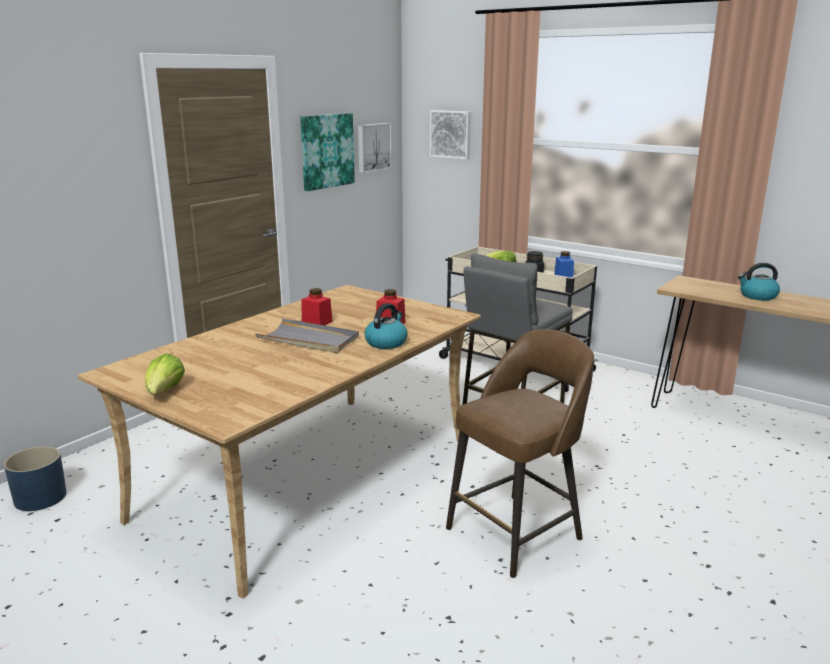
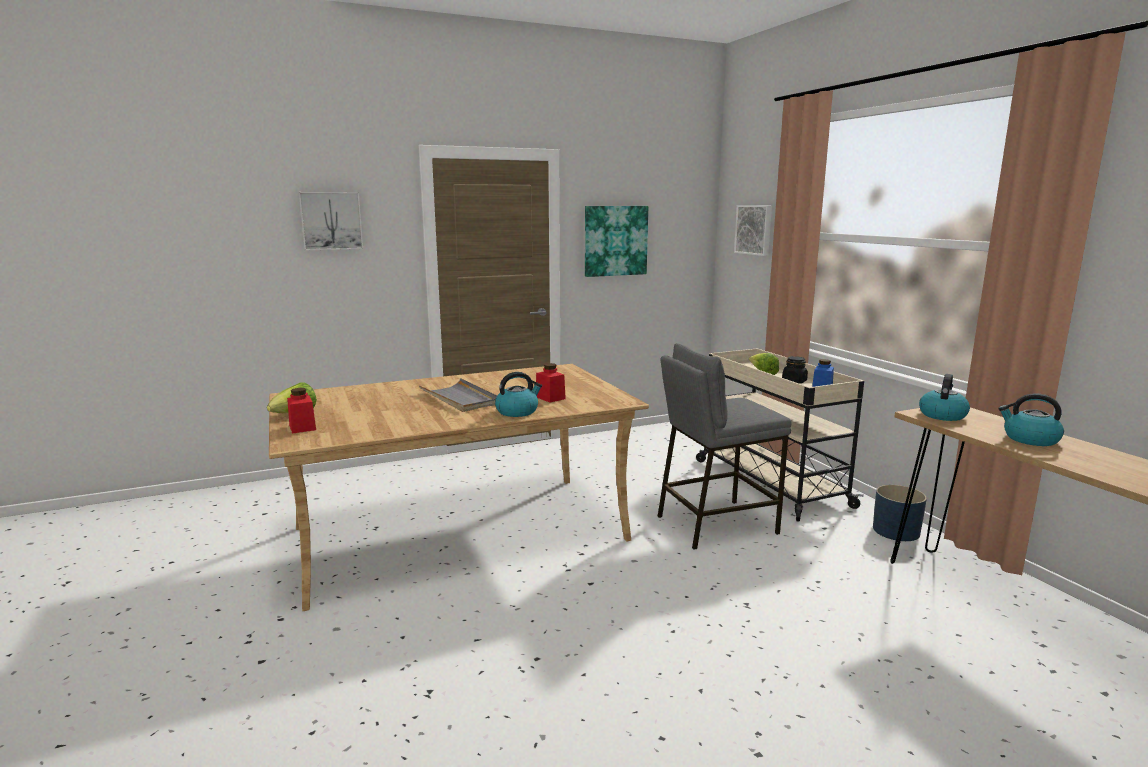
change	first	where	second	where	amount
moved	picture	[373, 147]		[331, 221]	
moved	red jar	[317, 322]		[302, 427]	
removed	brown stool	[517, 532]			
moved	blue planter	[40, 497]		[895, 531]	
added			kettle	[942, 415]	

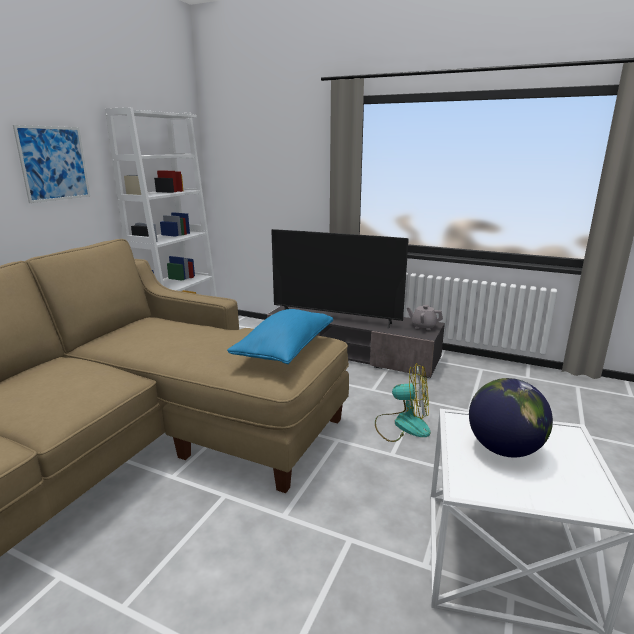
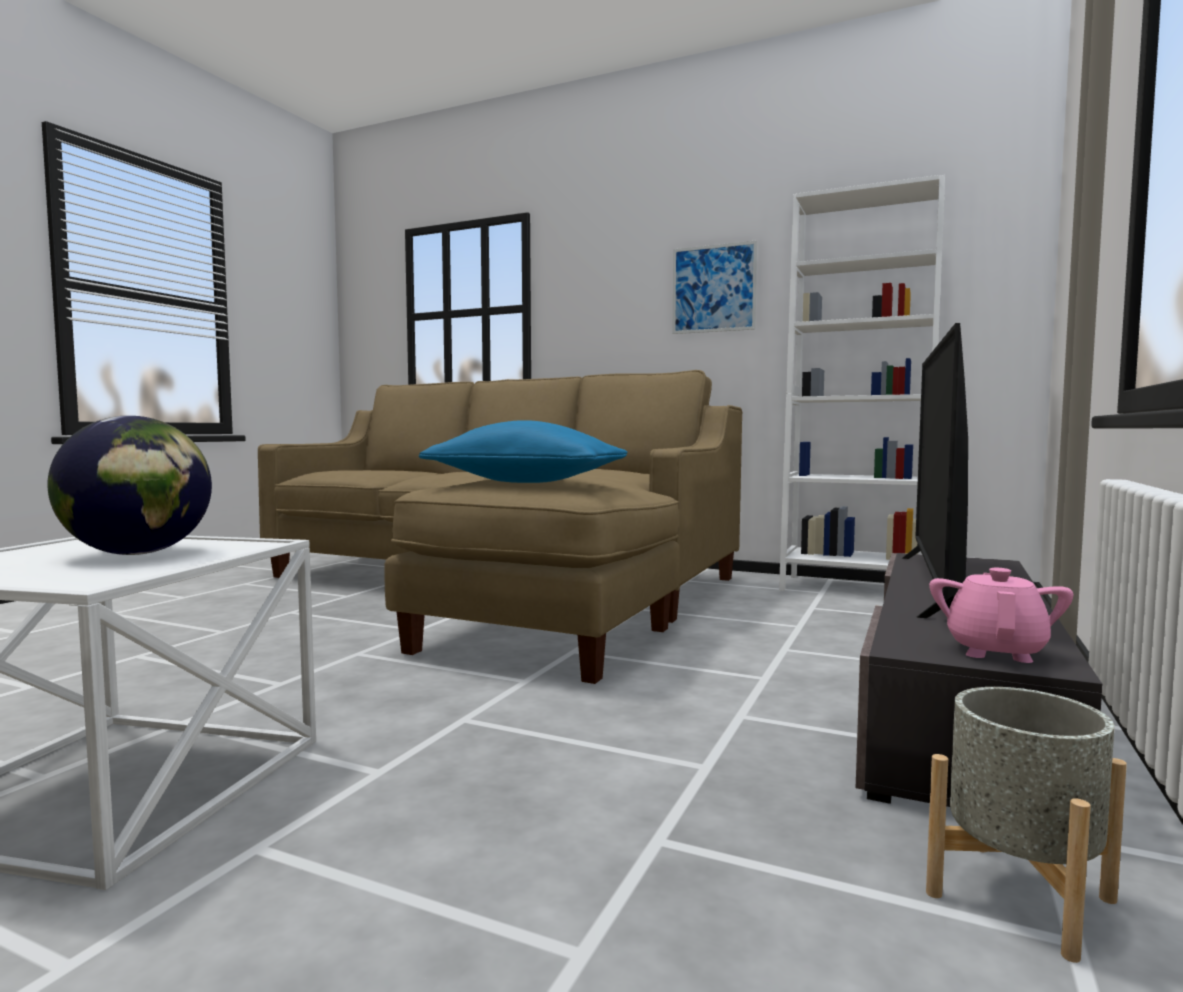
change	first	where	second	where	amount
recoloured	grey teapot	[423, 326]	pink teapot	[996, 651]	
removed	fan	[402, 425]			
added			grey planter	[1021, 896]	

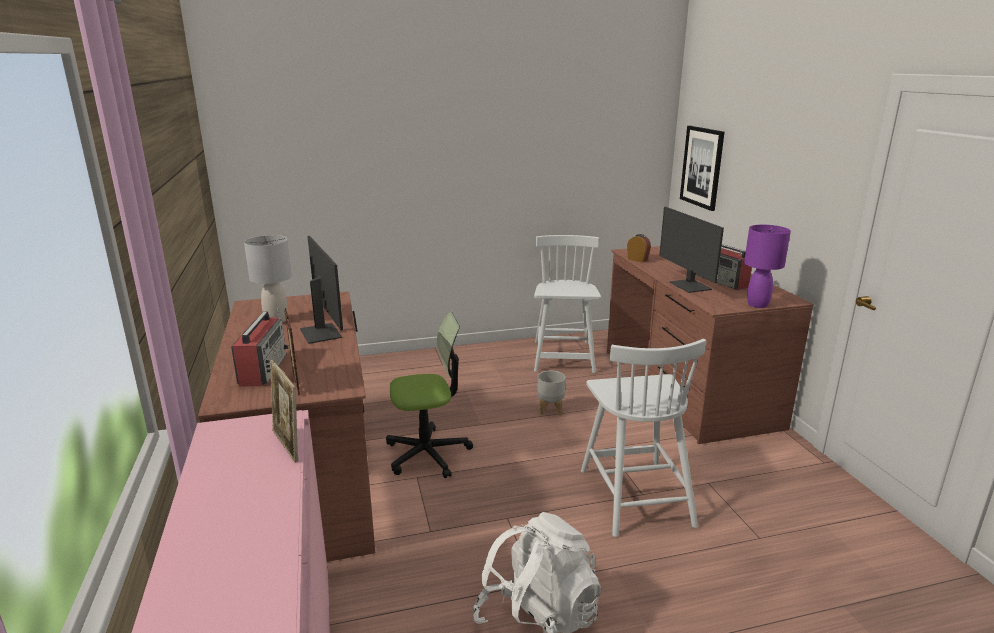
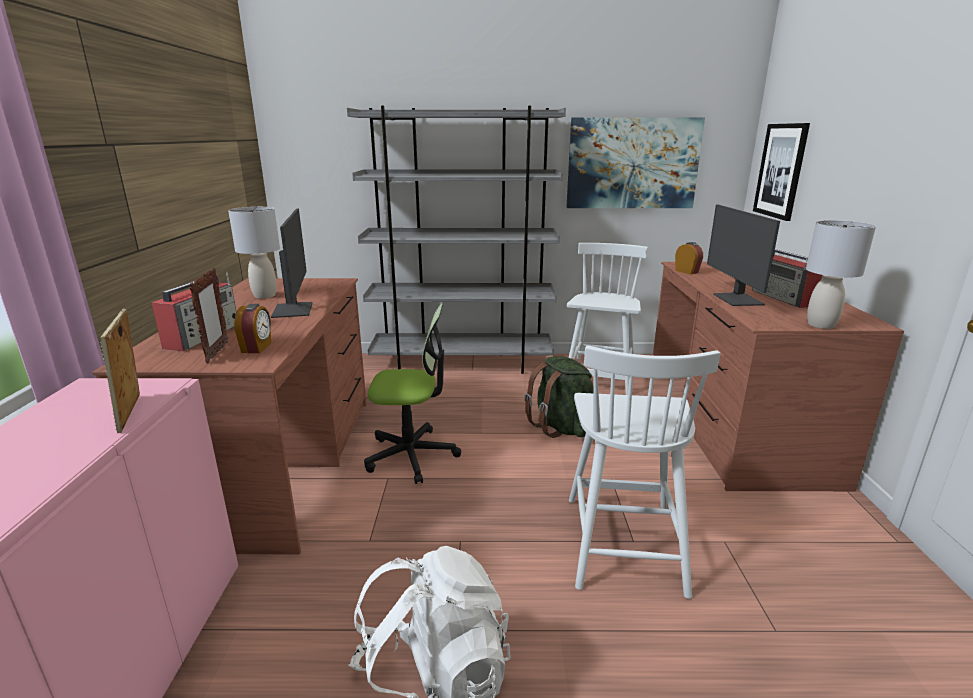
change	first	where	second	where	amount
recoloured	purple table lamp	[758, 304]	grey table lamp	[821, 325]	
replaced	grey planter	[549, 409]	green backpack	[562, 427]	
added			grey bookcase	[462, 363]	
added			picture	[632, 163]	
added			alarm clock	[257, 347]	

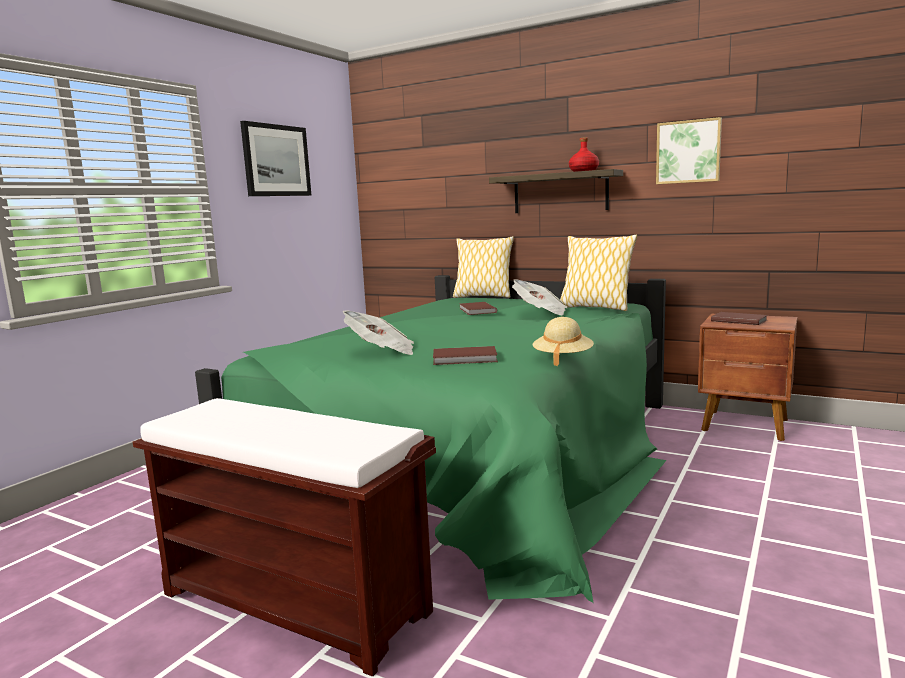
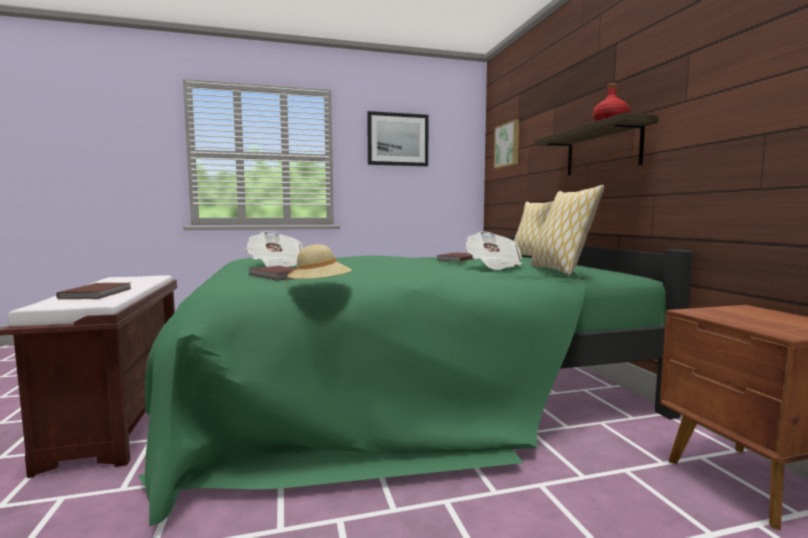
change	first	where	second	where	amount
moved	picture	[688, 152]		[508, 145]	
moved	brown book	[738, 320]		[99, 293]	

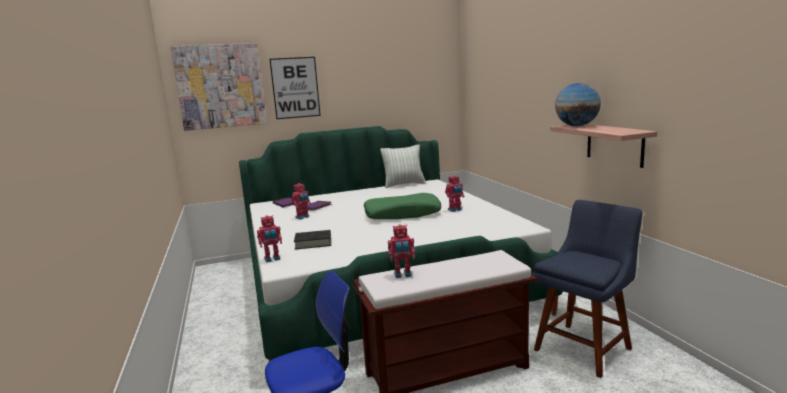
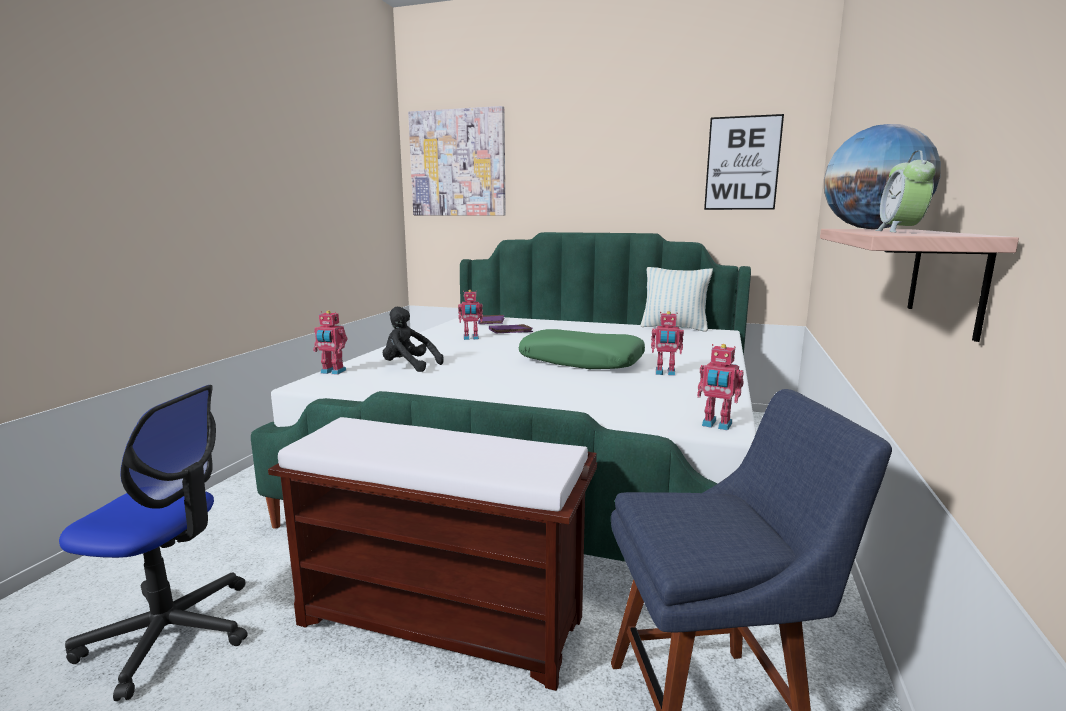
change	first	where	second	where	amount
moved	picture	[295, 88]		[742, 163]	
moved	toy robot	[403, 275]		[716, 425]	
replaced	black book	[313, 243]	black plush toy	[409, 366]	
added			alarm clock	[900, 231]	

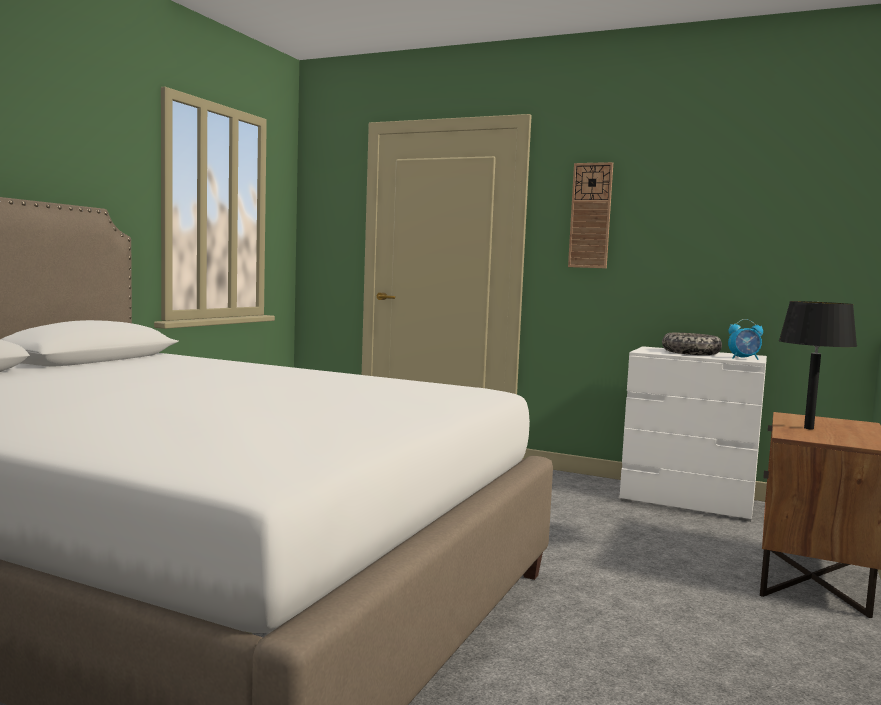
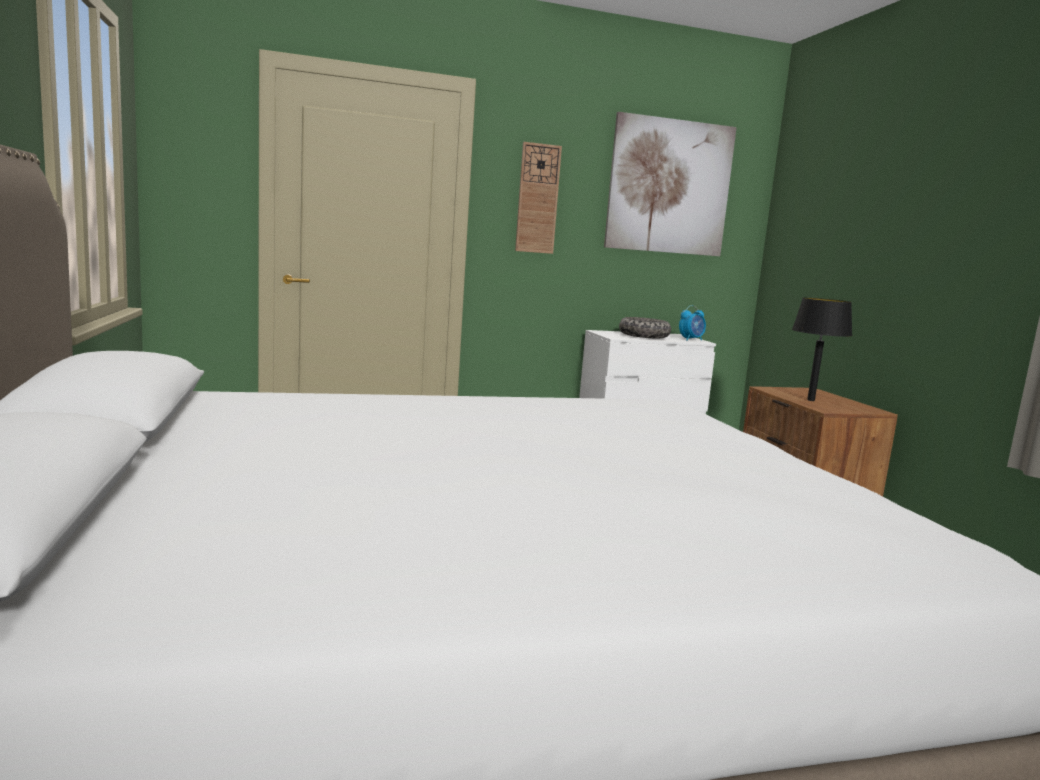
change	first	where	second	where	amount
added			picture	[669, 187]	

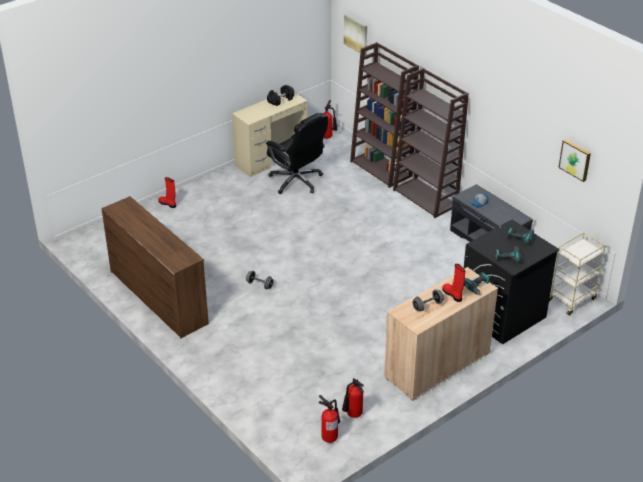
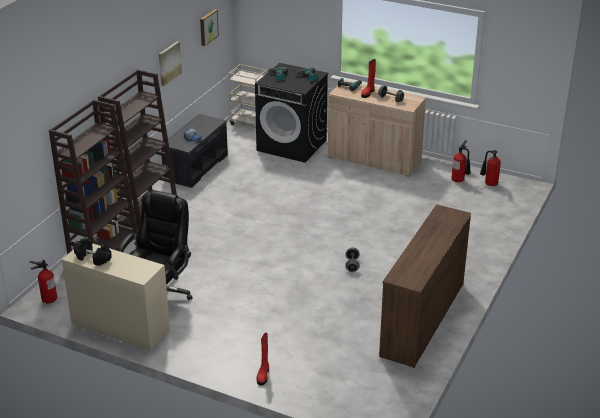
change	first	where	second	where	amount
moved	picture	[356, 34]		[169, 63]	

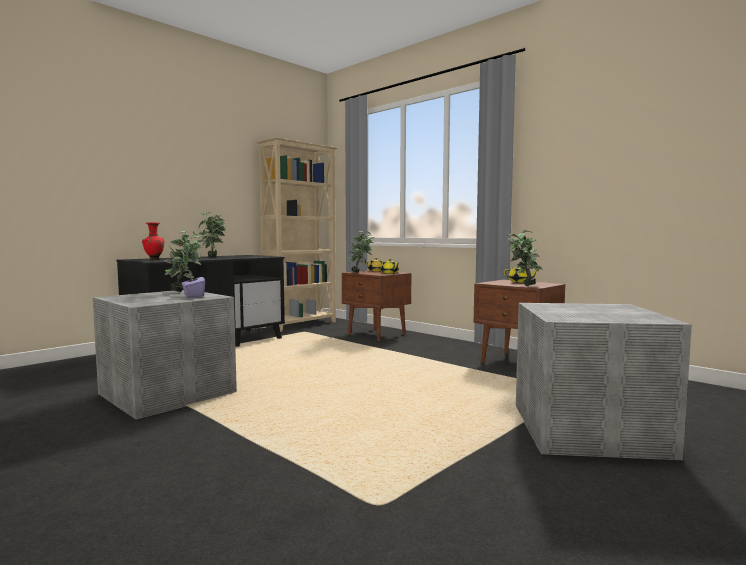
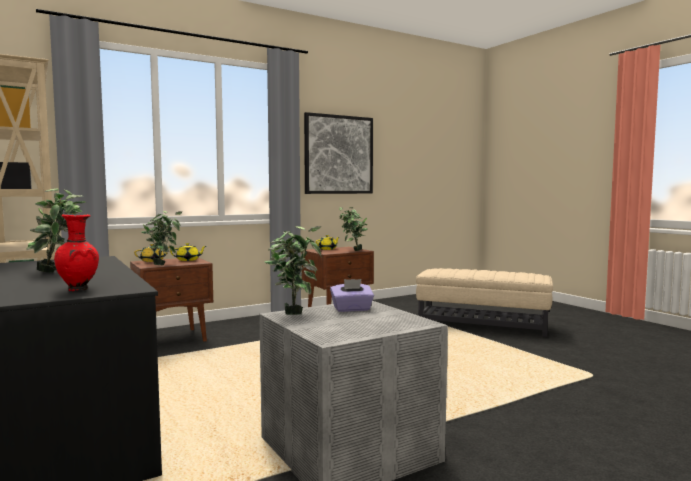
change	first	where	second	where	amount
replaced	grey storage box	[590, 431]	beige ottoman	[482, 325]	
added			picture	[338, 154]	

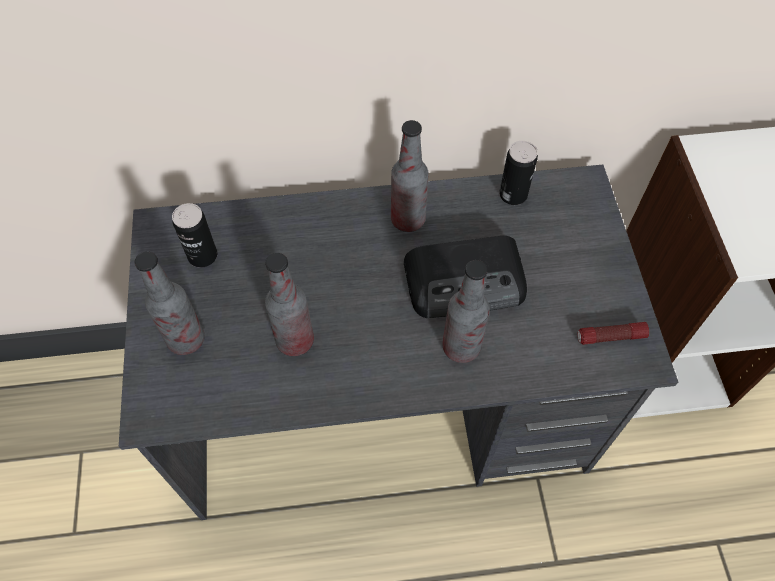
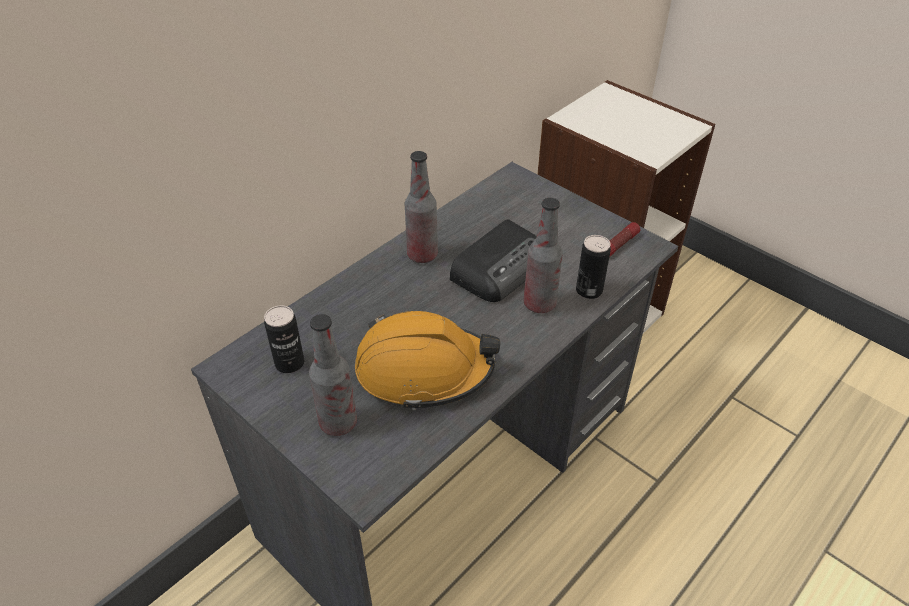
change	first	where	second	where	amount
moved	can	[513, 195]		[589, 290]	
replaced	bottle	[295, 341]	orange hard hat	[424, 370]	

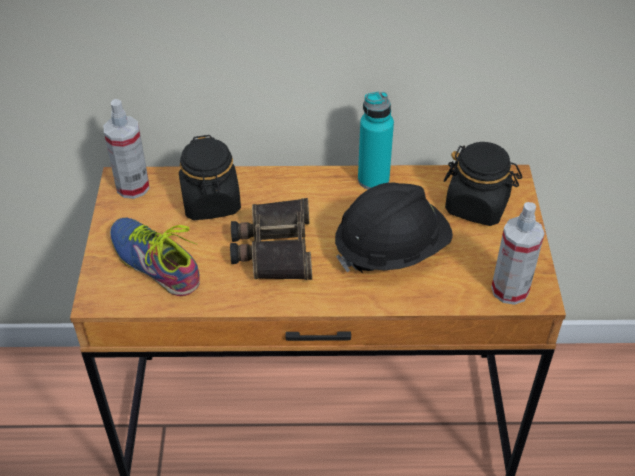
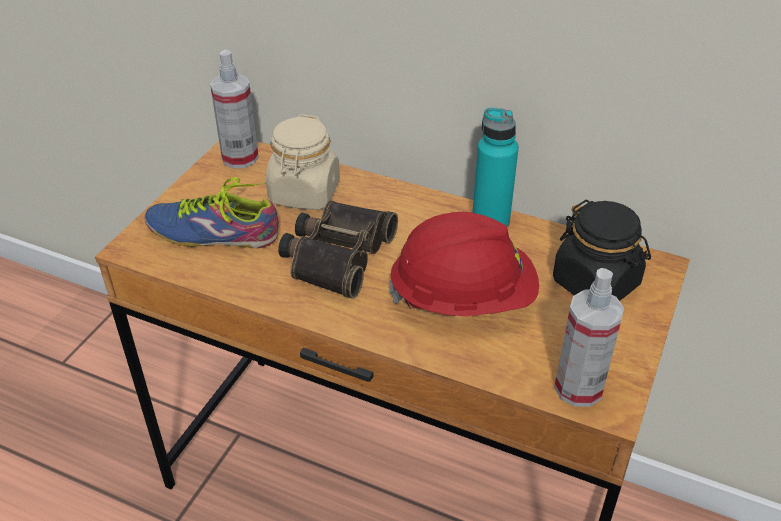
change	first	where	second	where	amount
recoloured	black jar	[211, 202]	beige jar	[304, 193]	
recoloured	black hard hat	[391, 250]	red hard hat	[463, 298]	
turned	shoe	[158, 260]		[214, 230]	60 degrees counterclockwise

